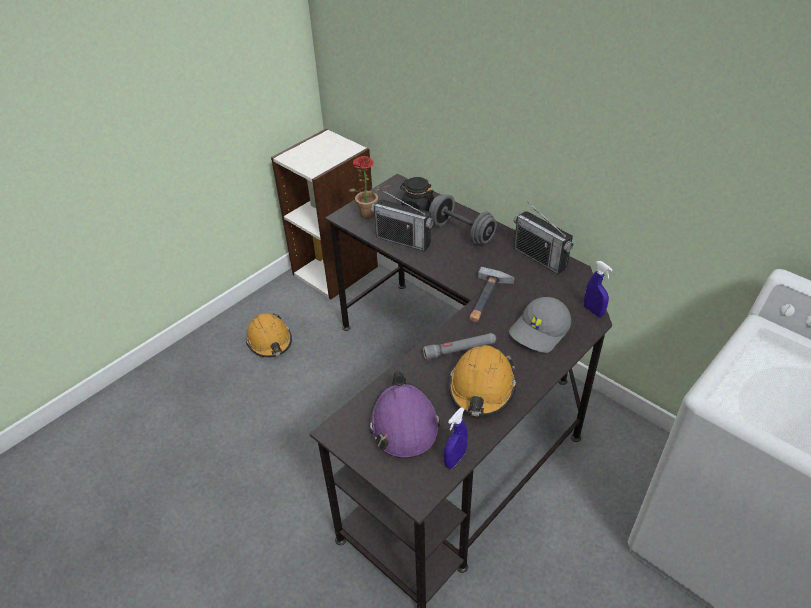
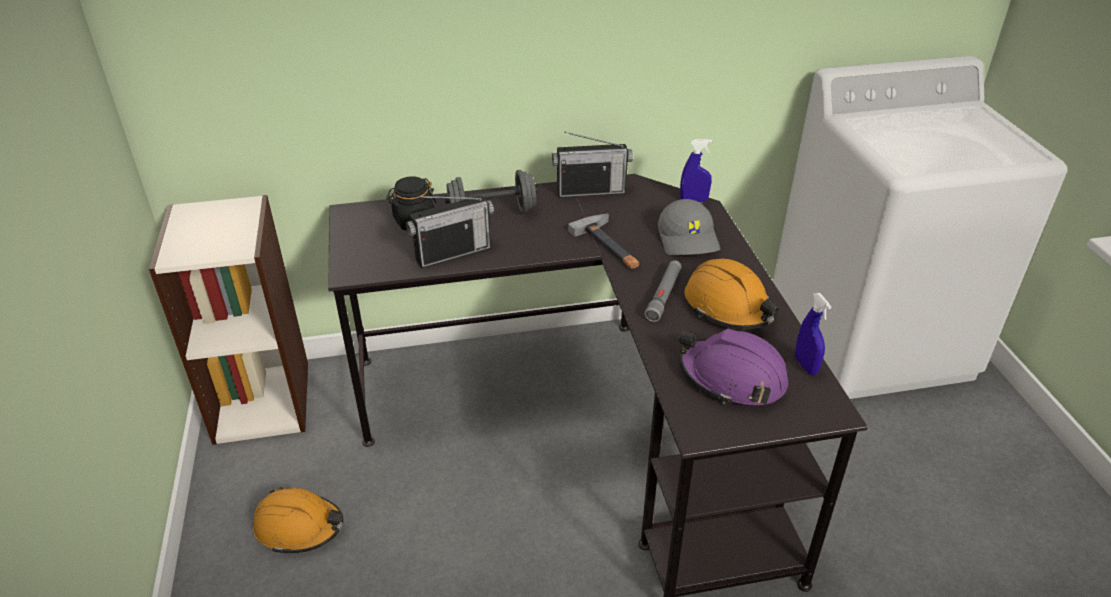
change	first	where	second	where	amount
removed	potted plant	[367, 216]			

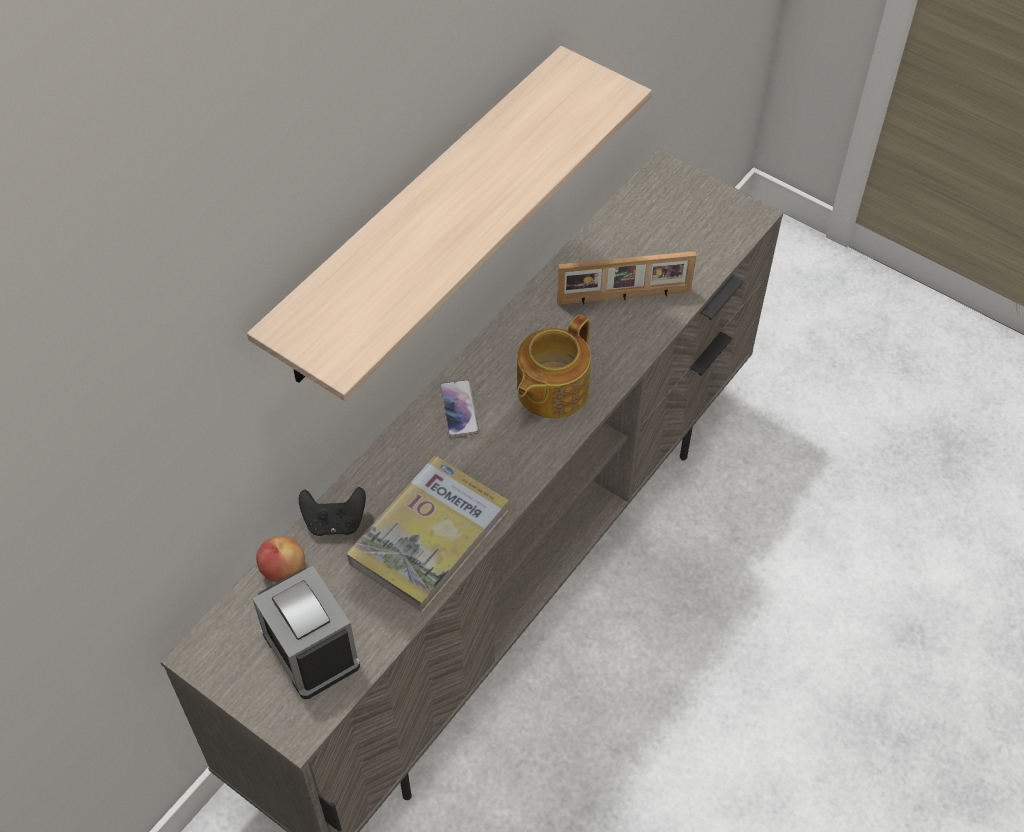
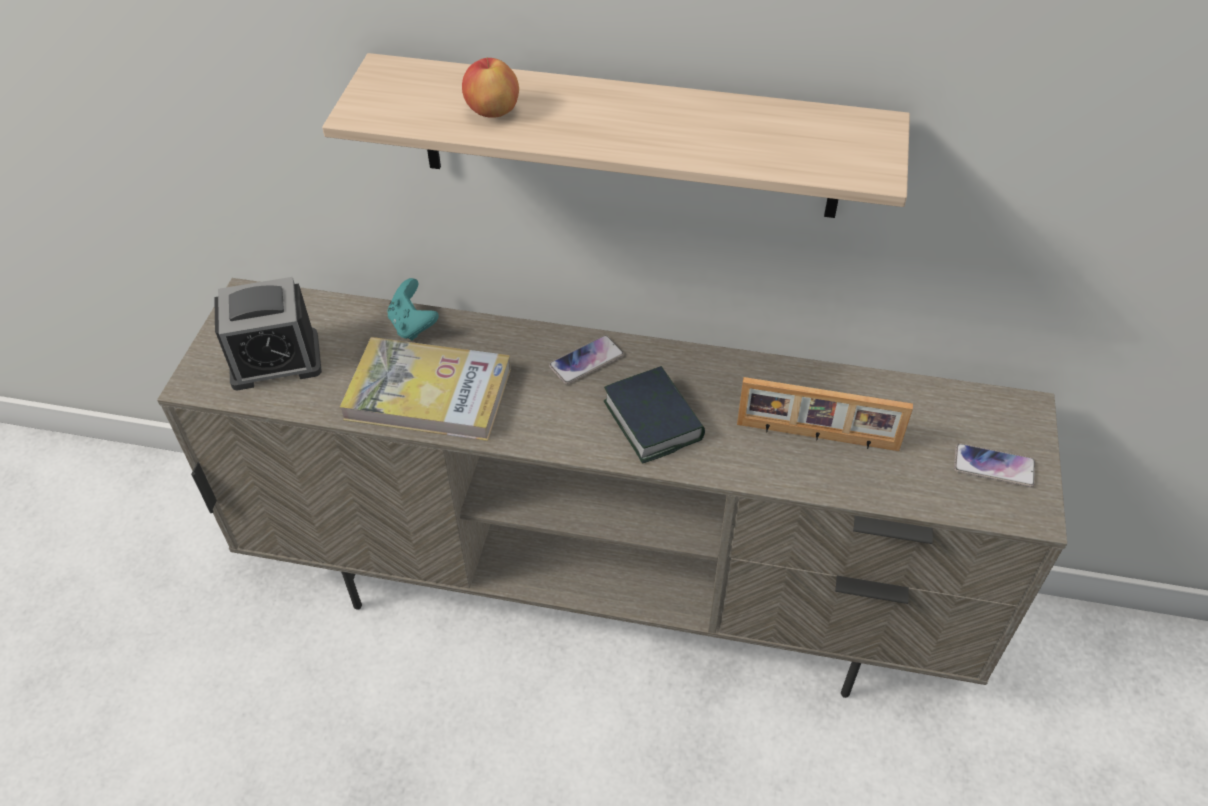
change	first	where	second	where	amount
turned	picture frame	[624, 297]		[817, 437]	45 degrees counterclockwise
replaced	teapot	[550, 390]	book	[653, 420]	
recoloured	black game controller	[335, 522]	turquoise game controller	[413, 325]	
moved	apple	[283, 570]		[492, 111]	
turned	alarm clock	[311, 649]		[275, 360]	135 degrees counterclockwise
added			phone	[993, 466]	

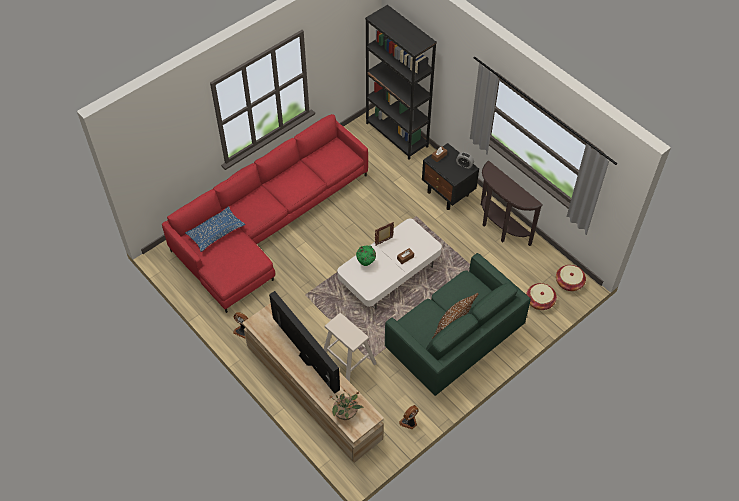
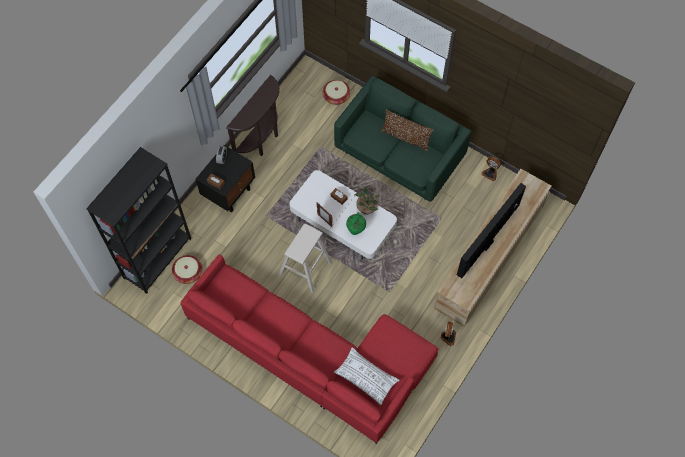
change	first	where	second	where	amount
recoloured	blue pillow	[216, 232]	white pillow	[366, 378]	
moved	basket	[569, 282]		[188, 273]	
moved	beige stool	[348, 364]		[305, 268]	
moved	potted plant	[346, 413]		[366, 208]	

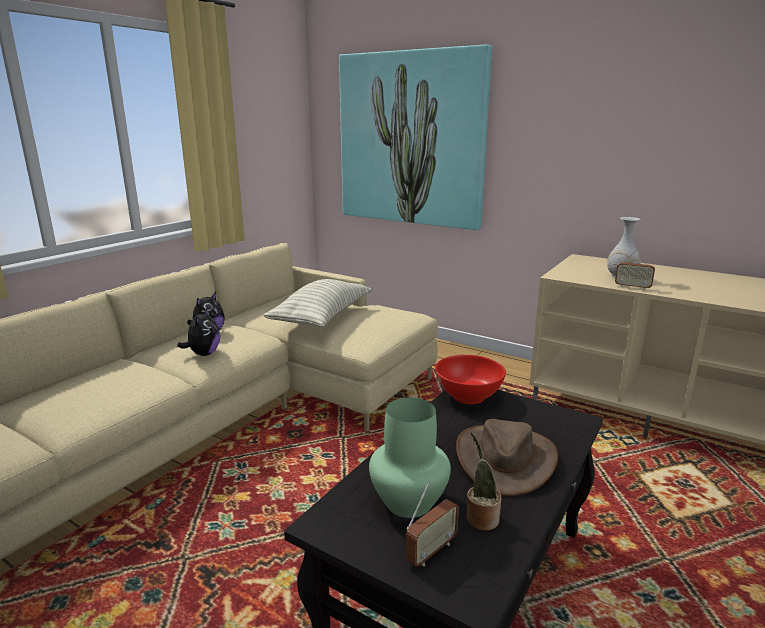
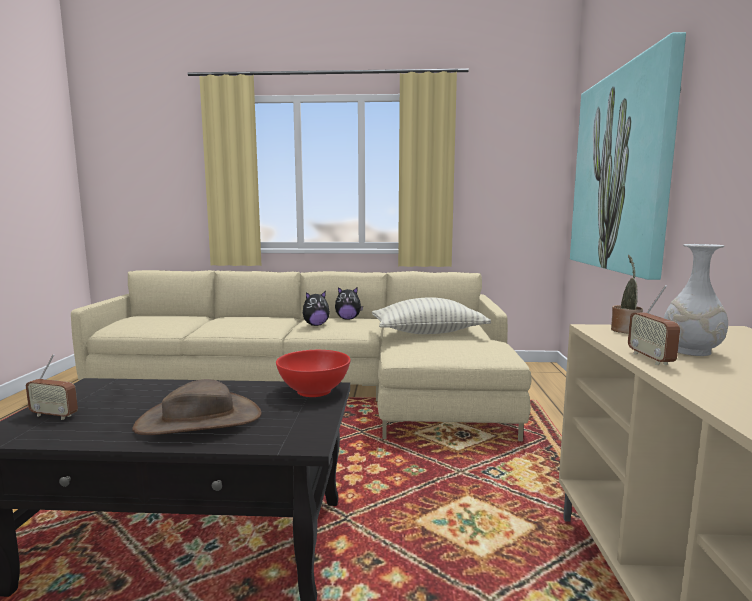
change	first	where	second	where	amount
removed	green vase	[410, 502]			
moved	potted plant	[480, 517]		[625, 330]	

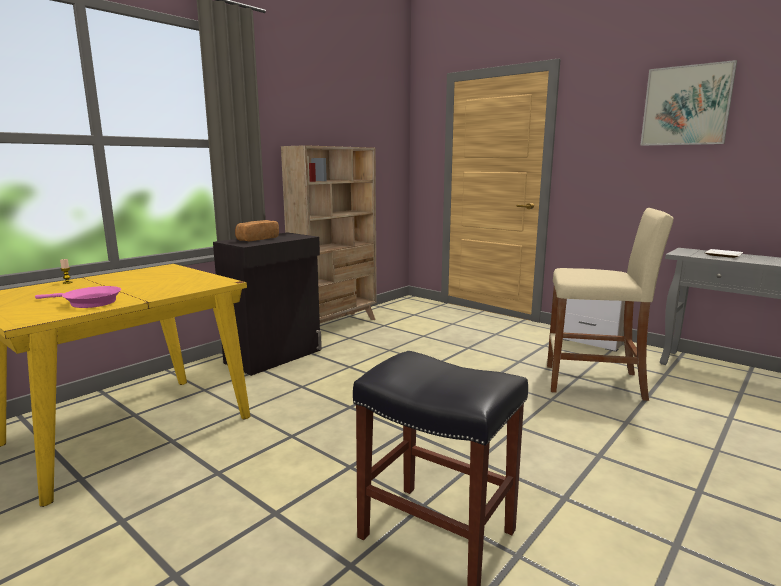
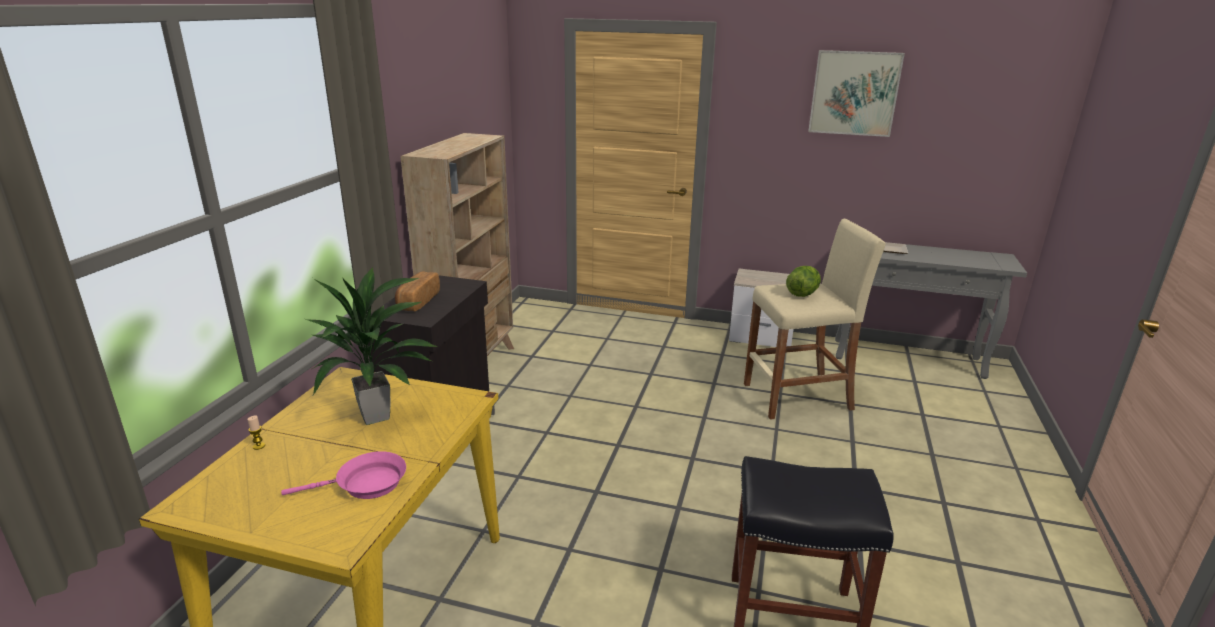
change	first	where	second	where	amount
added			lettuce	[802, 294]	
added			potted plant	[377, 416]	

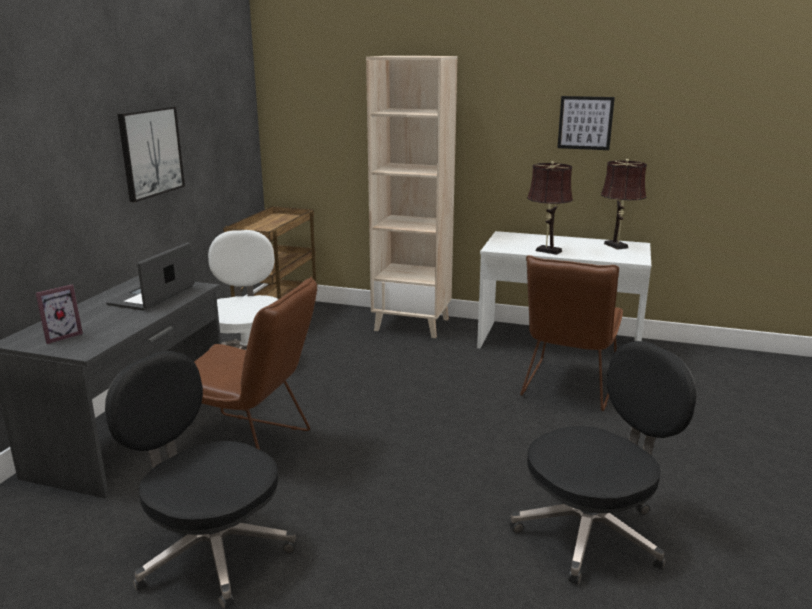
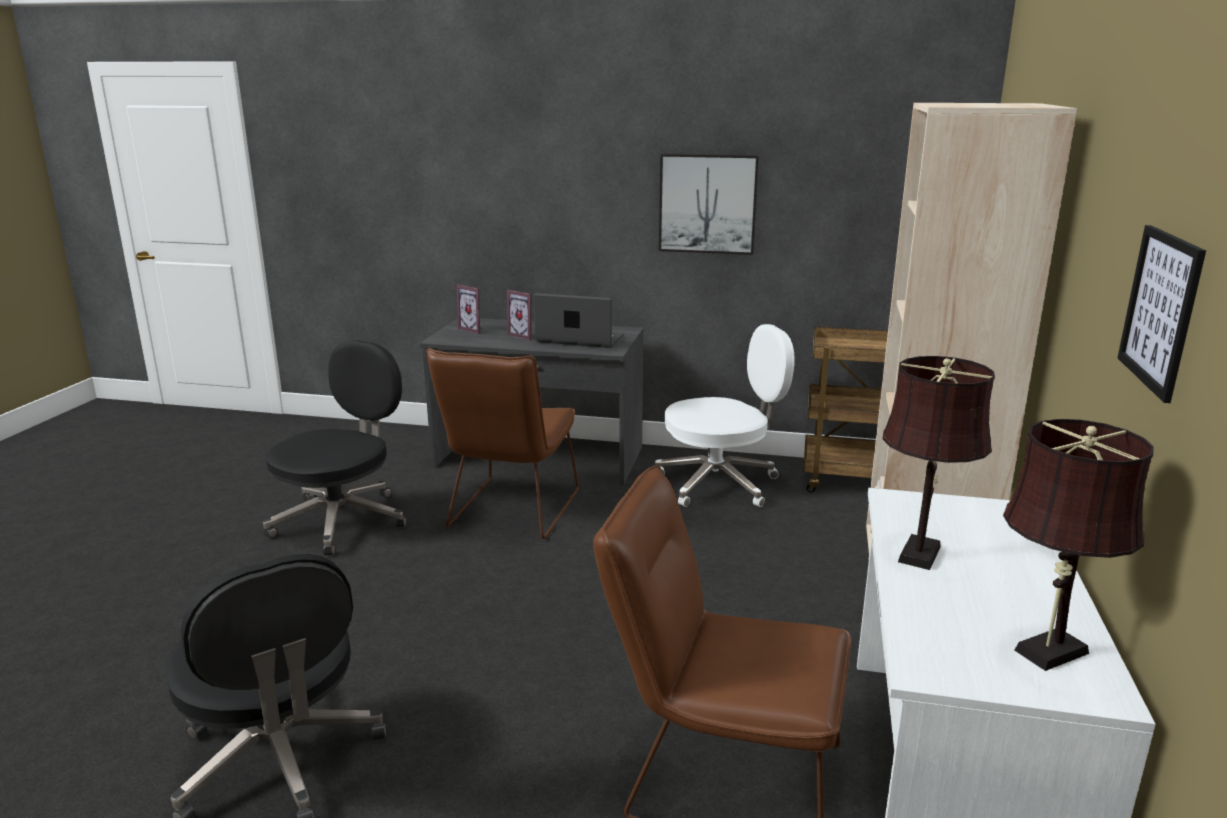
change	first	where	second	where	amount
added			picture frame	[524, 335]	

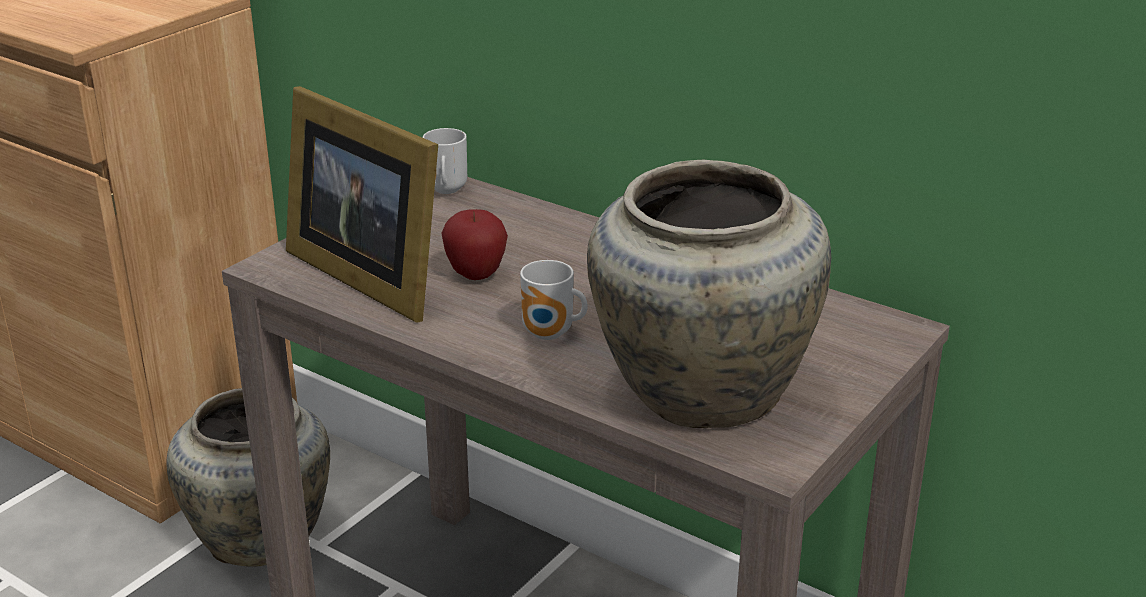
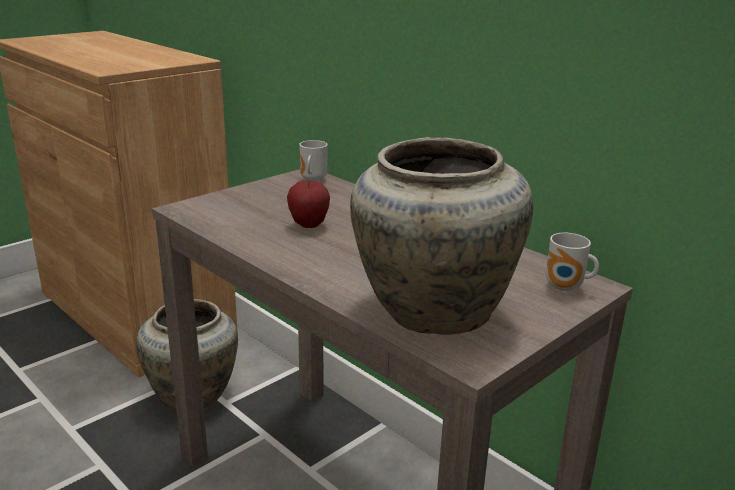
change	first	where	second	where	amount
removed	picture frame	[368, 273]			
moved	mug	[550, 335]		[565, 288]	

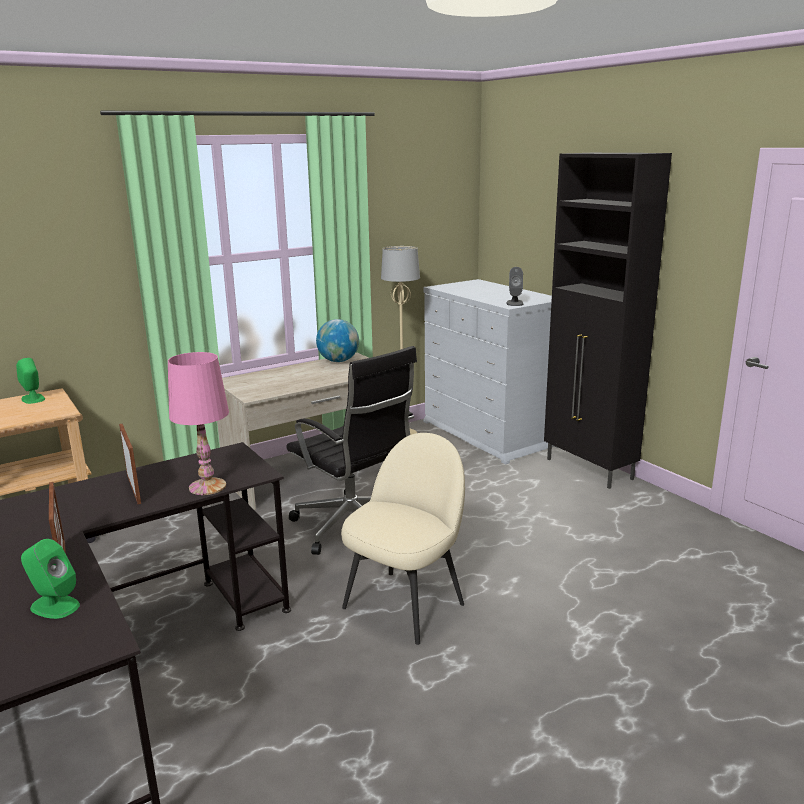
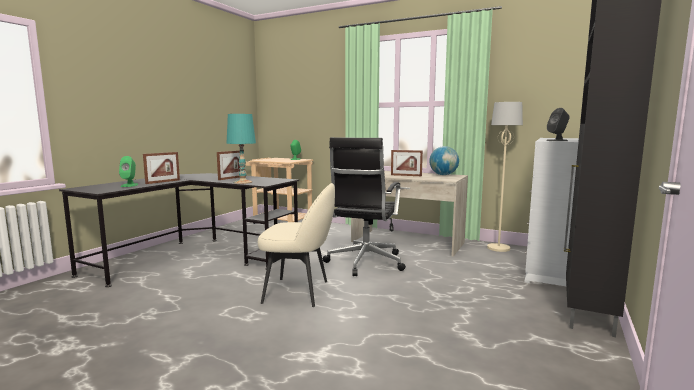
change	first	where	second	where	amount
recoloured	pink table lamp	[207, 486]	turquoise table lamp	[243, 182]	
added			picture frame	[406, 175]	

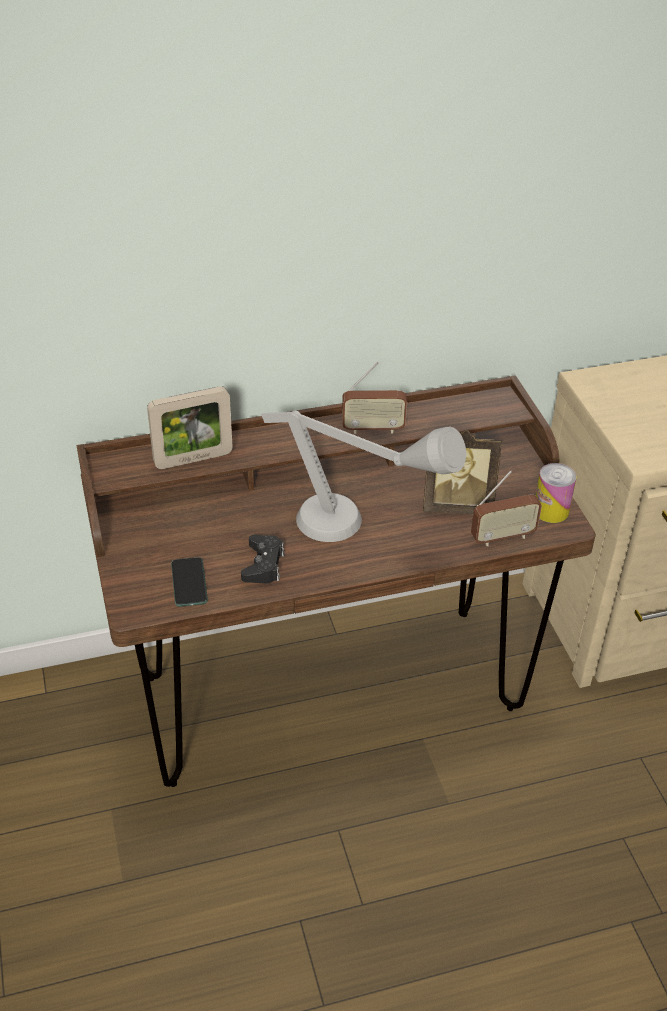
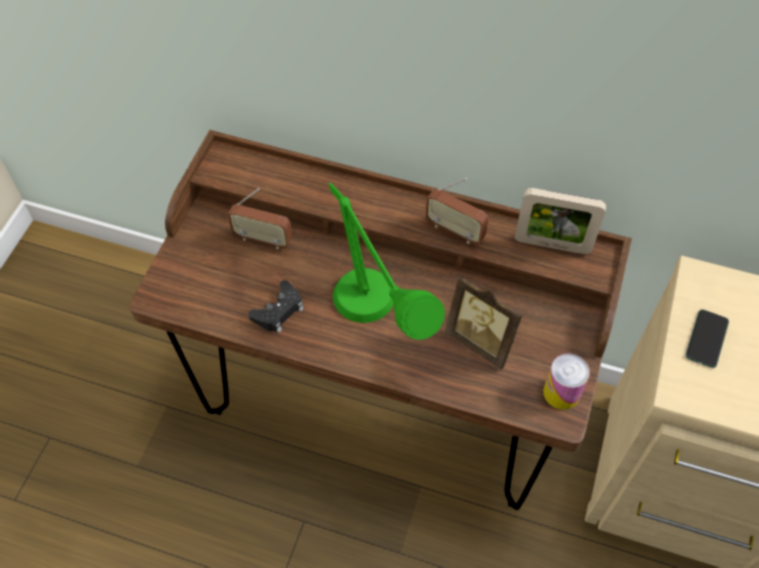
change	first	where	second	where	amount
moved	picture frame	[193, 459]		[552, 244]	
recoloured	grey table lamp	[358, 532]	green table lamp	[377, 321]	
moved	radio	[502, 537]		[263, 239]	
moved	phone	[189, 583]		[706, 339]	

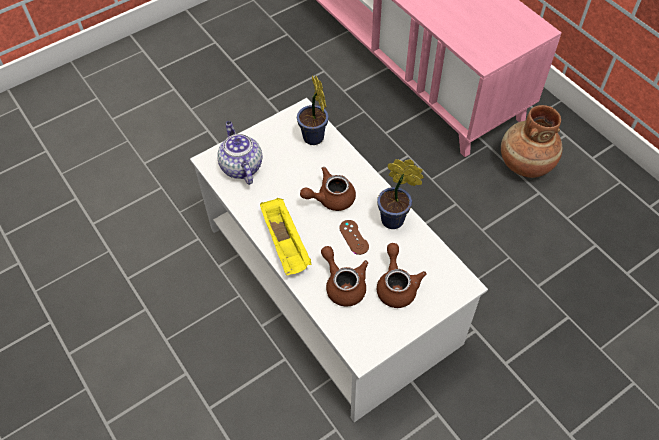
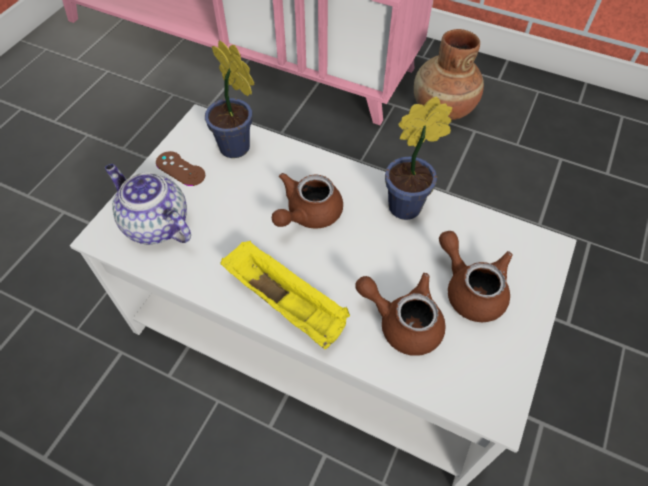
change	first	where	second	where	amount
moved	brown game controller	[354, 237]		[180, 169]	

